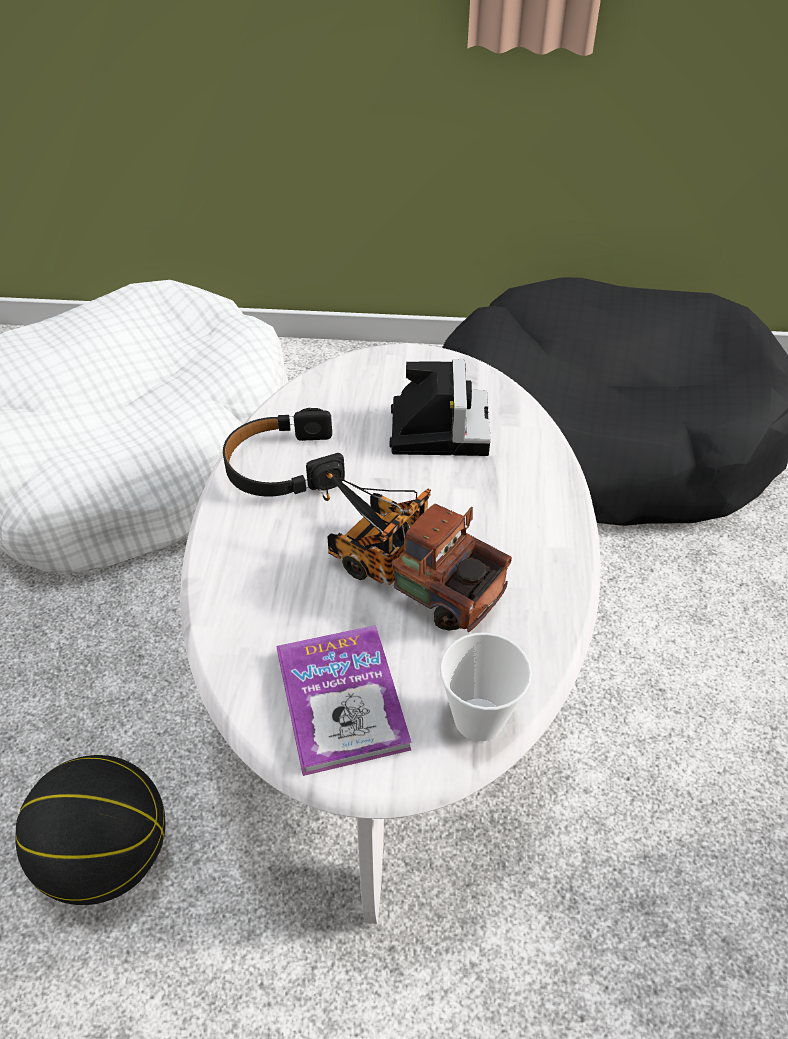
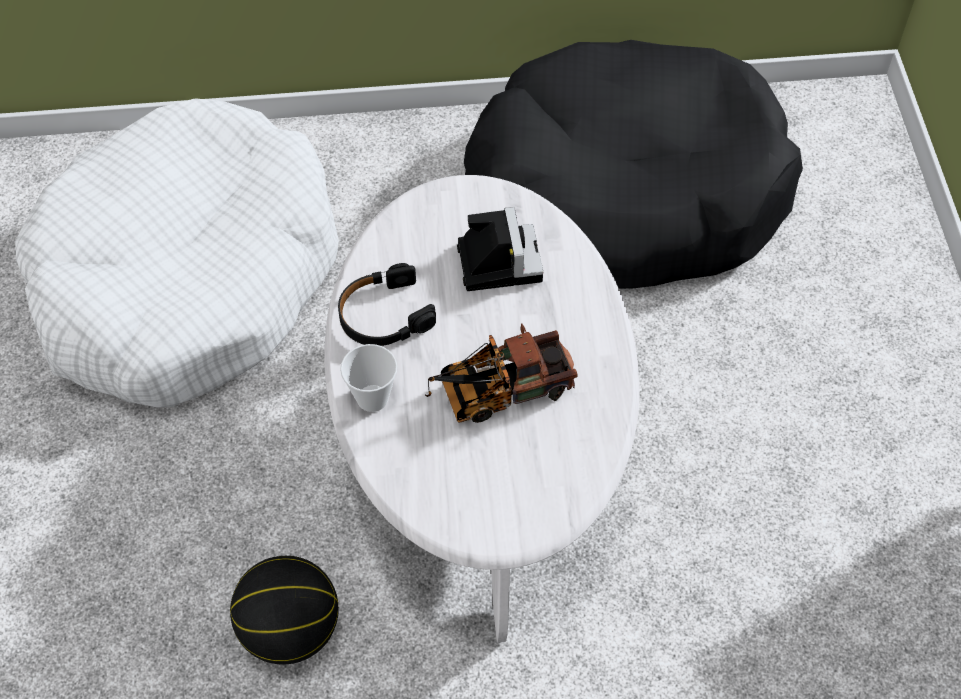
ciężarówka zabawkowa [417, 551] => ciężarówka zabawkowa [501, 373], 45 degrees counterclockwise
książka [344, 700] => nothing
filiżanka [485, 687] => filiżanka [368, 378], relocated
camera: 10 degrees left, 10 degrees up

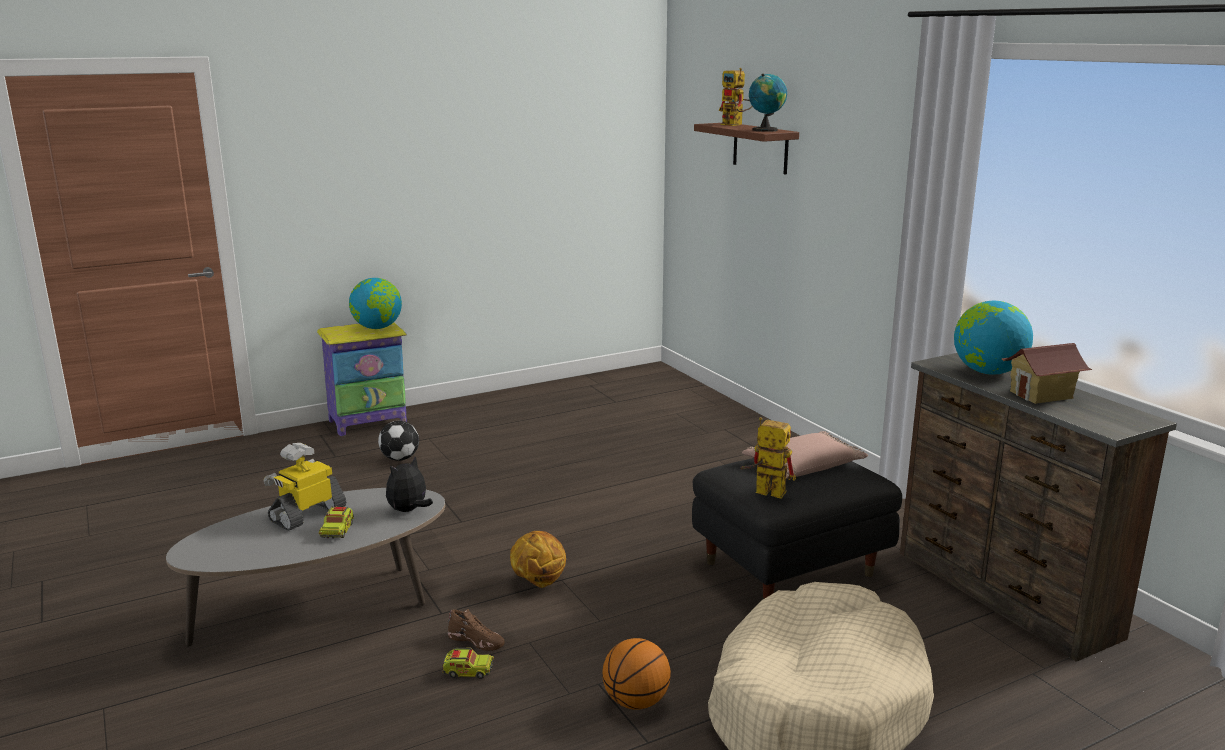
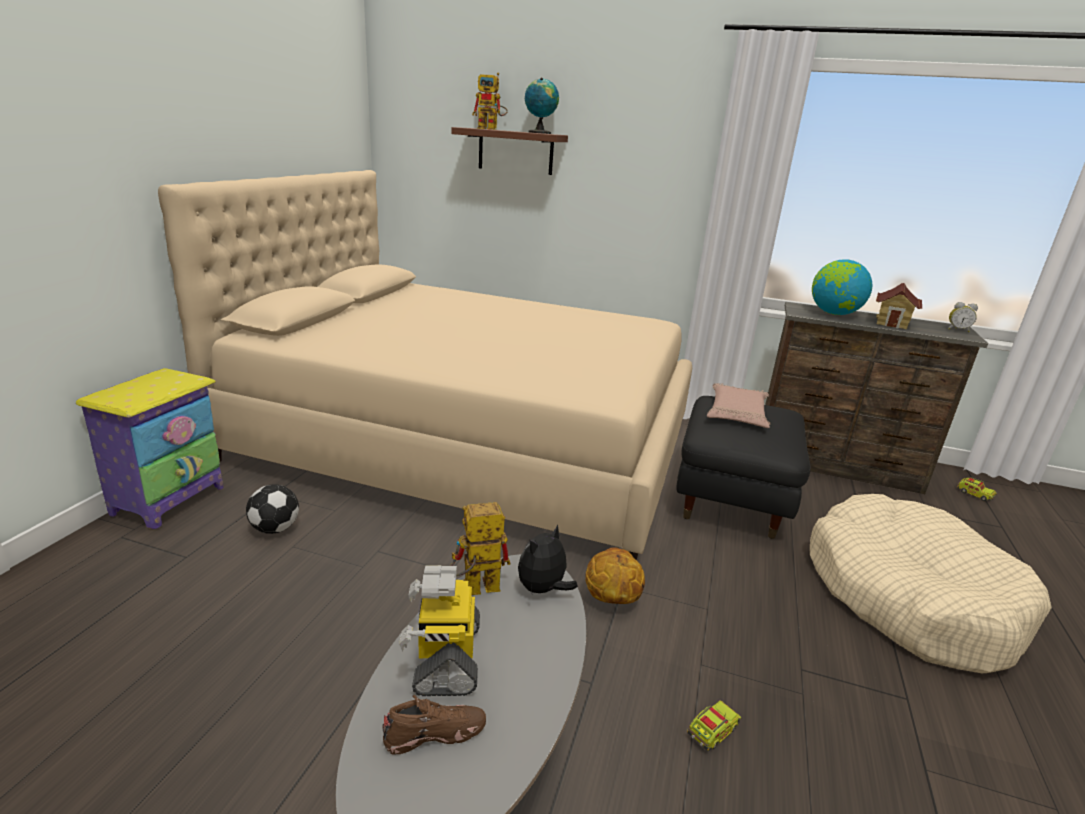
globus [375, 303] => nothing
robot zabawkowy [768, 458] => robot zabawkowy [480, 548], relocated
pluszak [409, 484] => pluszak [548, 558], 45 degrees clockwise
ciężarówka zabawkowa [336, 522] => ciężarówka zabawkowa [977, 489], relocated
but (brązowy) [476, 630] => but (brązowy) [434, 724], relocated
piłka do koszykówki [636, 674] => nothing
nothing => łóżko (beżowy) [425, 365]
nothing => budzik [963, 317]
camera: 45 degrees left, 5 degrees up

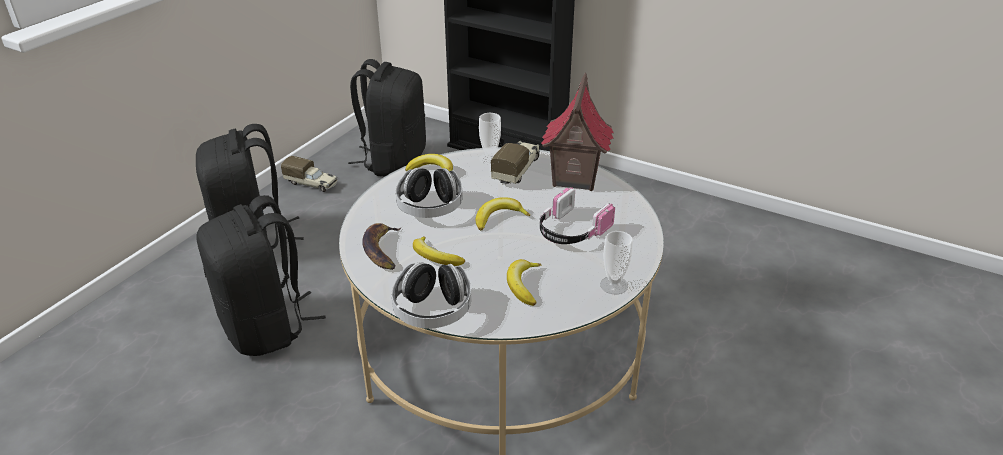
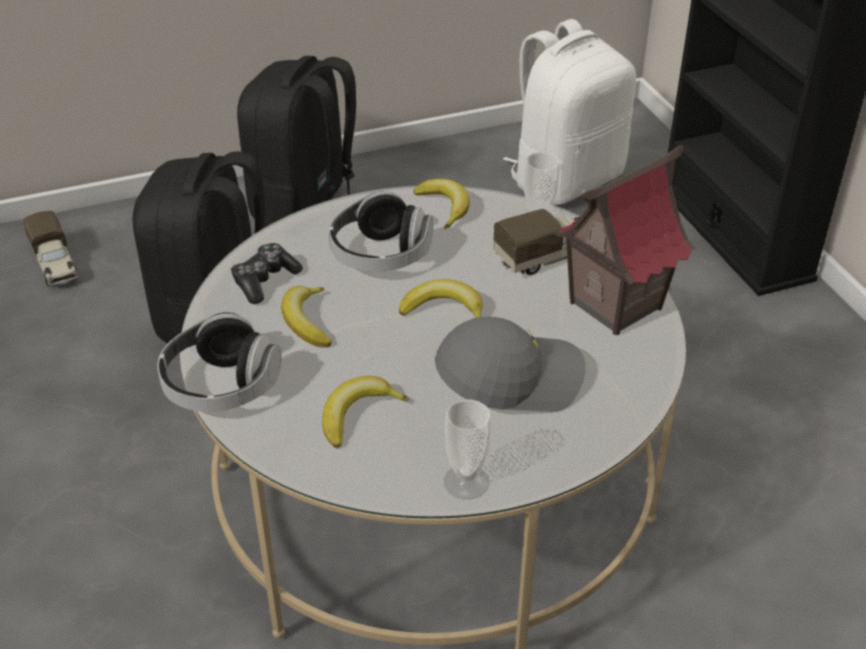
plecak (czarny) [387, 117] => plecak (biały) [569, 112]
ciężarówka zabawkowa [309, 174] => ciężarówka zabawkowa [51, 248], relocated
słuchawki [577, 215] => czapka z daszkiem (szary) [510, 364]
banan [382, 246] => pad do gier [267, 273]
camera: 40 degrees right, 5 degrees up

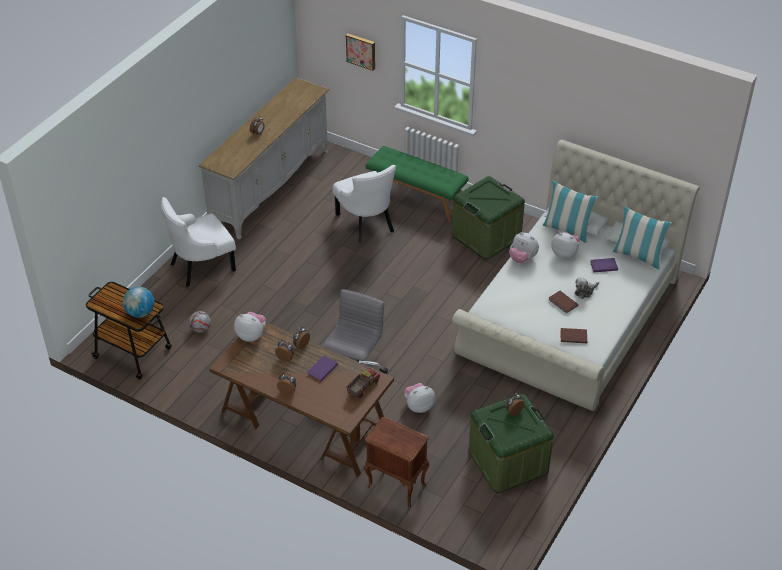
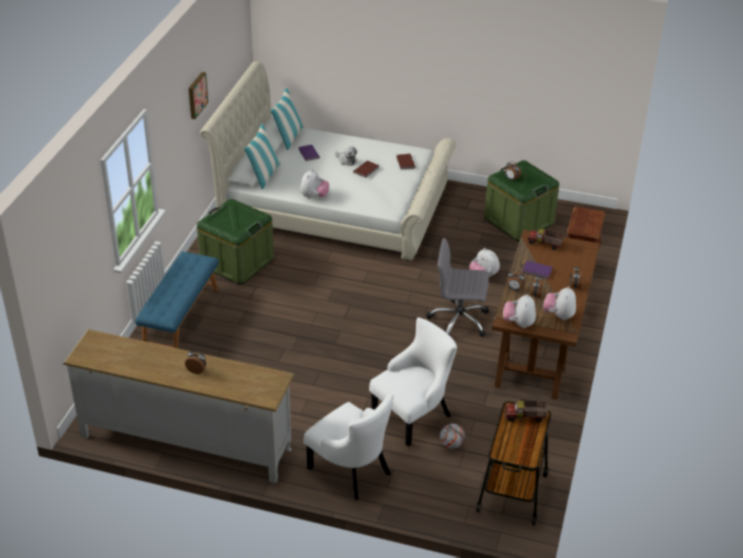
obraz [360, 52] => obraz [198, 95], relocated
ławka (zielony) [417, 183] => ławka (niebieski) [177, 300]
krzesło (biały) [364, 204] => krzesło (biały) [413, 382], relocated
pluszak [565, 245] => pluszak [559, 303], relocated
globus [138, 302] => ciężarówka zabawkowa [527, 412]
camera: 105 degrees left, 5 degrees down

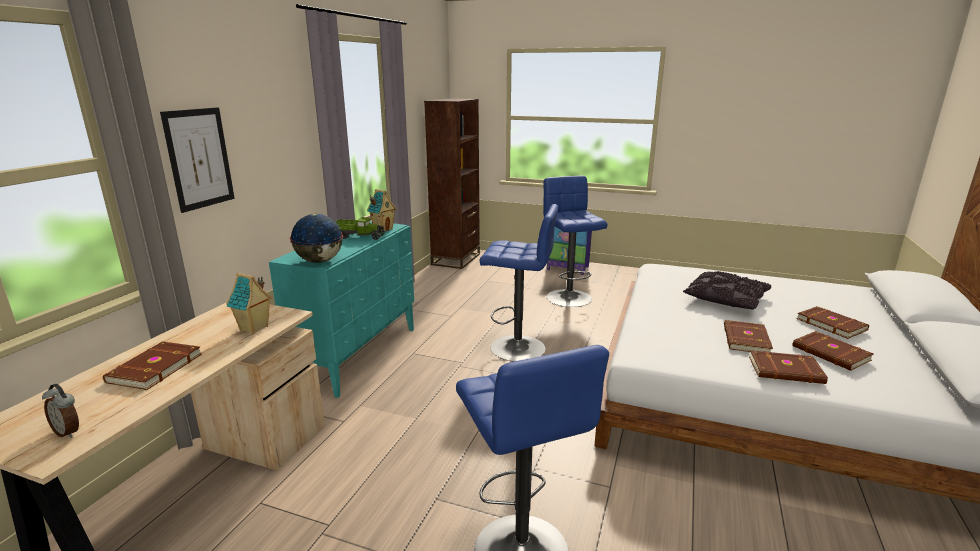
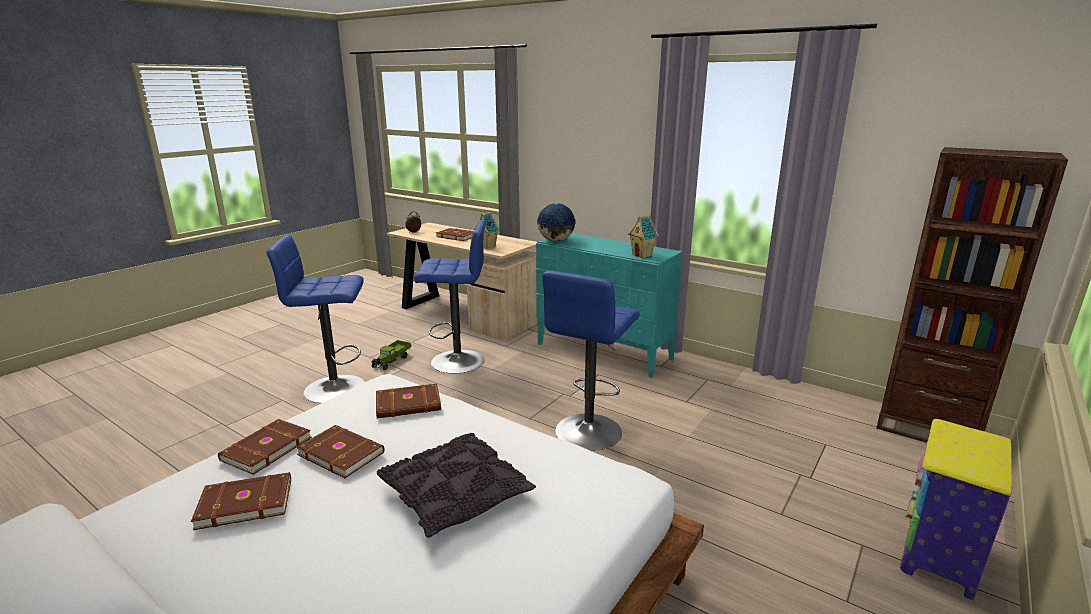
obraz [197, 160] => nothing
stołek (niebieski) [575, 241] => stołek (niebieski) [450, 296], relocated
ciężarówka zabawkowa [360, 228] => ciężarówka zabawkowa [391, 355], relocated
książka (brązowy) [832, 322] => książka (brązowy) [408, 401], relocated
camera: 105 degrees right, 0 degrees up

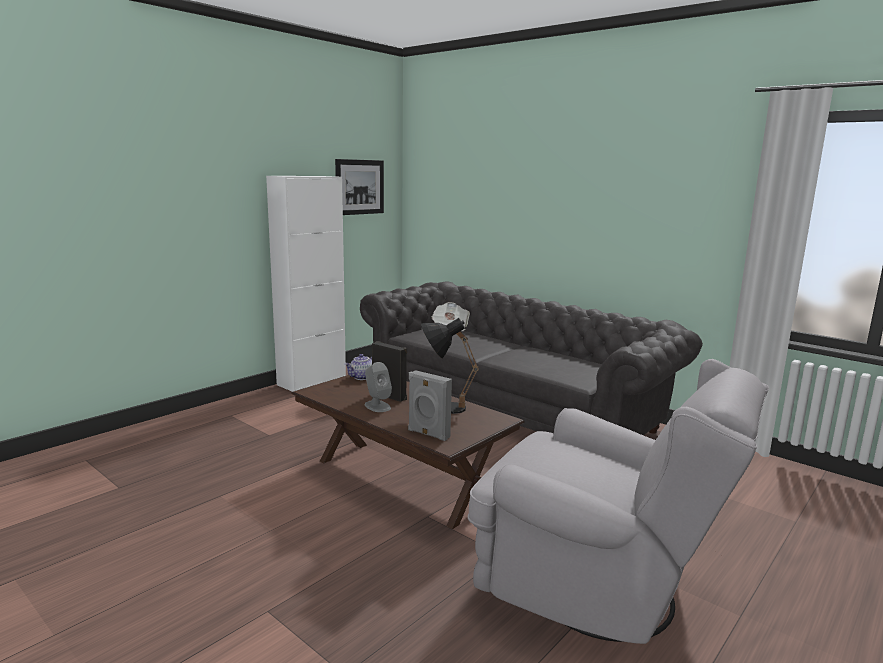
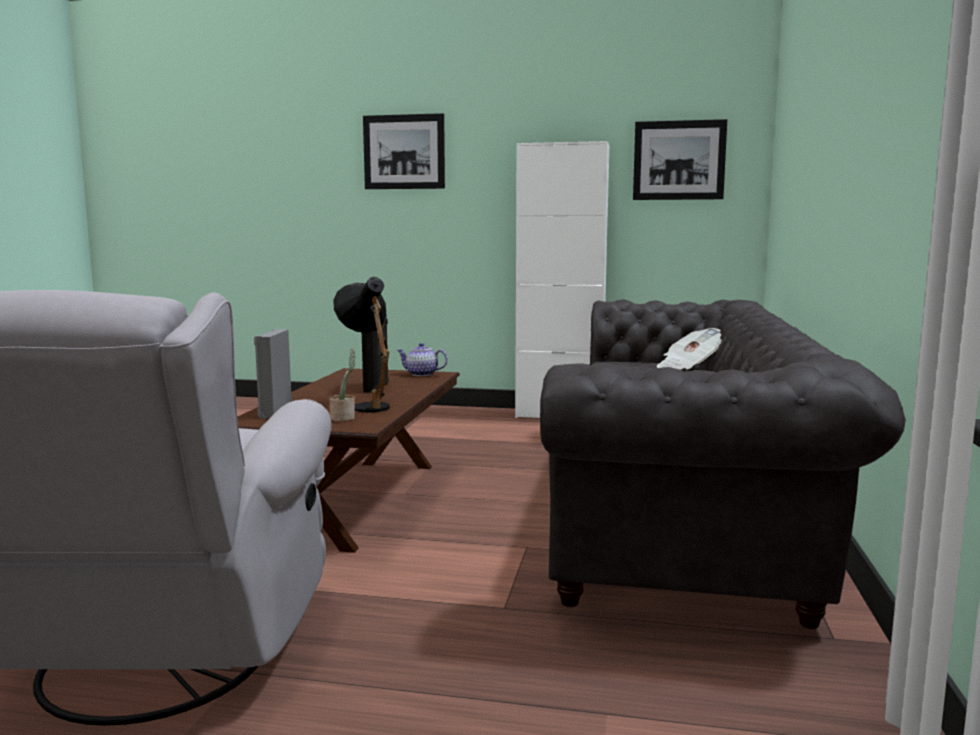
głośnik (szary) [378, 387] => nothing
nothing => obraz [404, 151]
nothing => roślina doniczkowa [342, 384]
camera: 60 degrees right, 5 degrees down

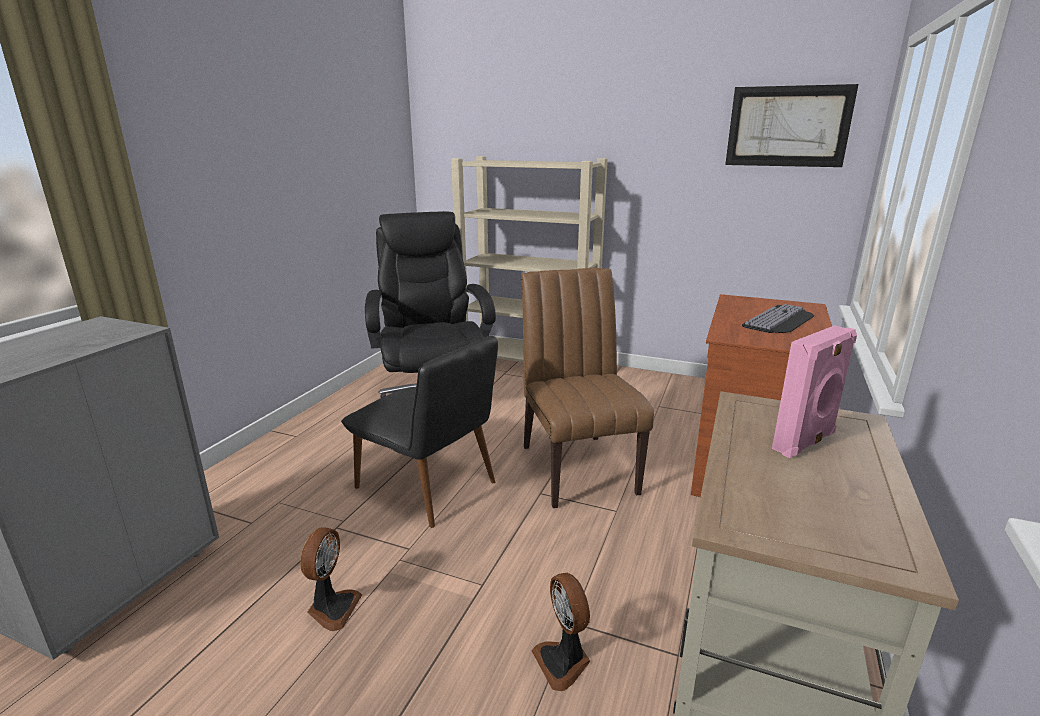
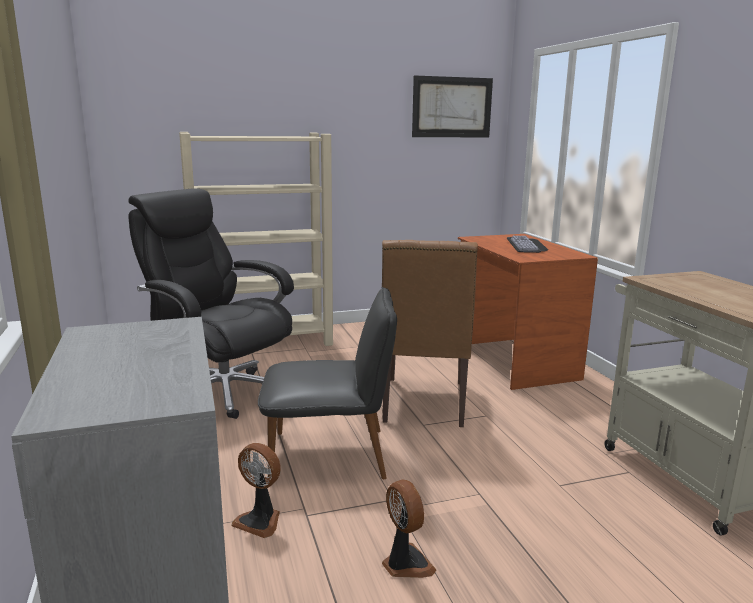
krzesło (brązowy) [587, 388] => krzesło (brązowy) [430, 333], 120 degrees counterclockwise
głośnik (różowy) [814, 391] => nothing
wentylator [560, 632] => wentylator [256, 490], relocated
camera: 40 degrees left, 5 degrees down

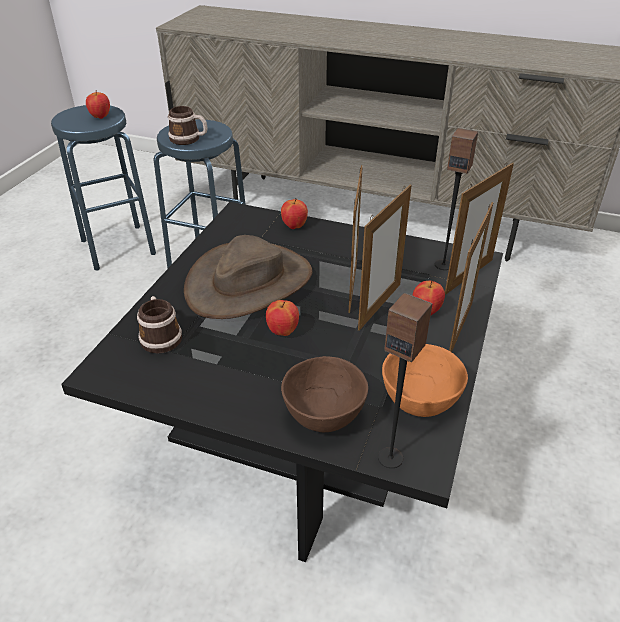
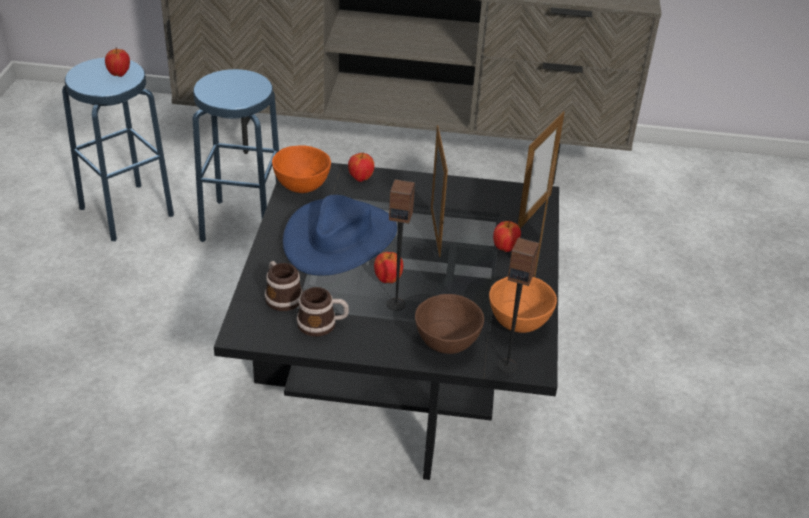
kubek [188, 125] => kubek [323, 312], relocated
głośnik [456, 199] => głośnik [401, 245], relocated
ramka na zdjęcie [384, 257] => nothing
kapelusz (brązowy) [248, 277] => kapelusz (niebieski) [340, 235]
nothing => miska (pomarańczowy) [301, 169]
camera: 15 degrees left, 0 degrees up

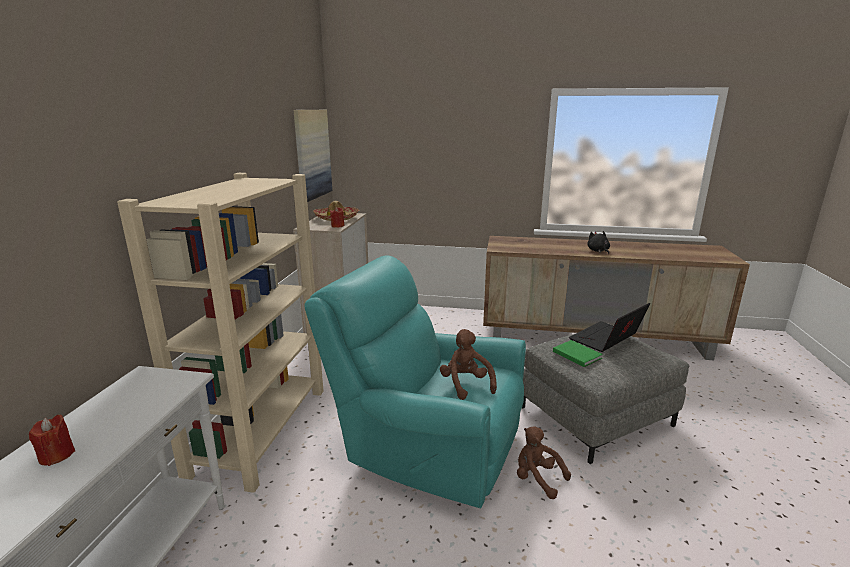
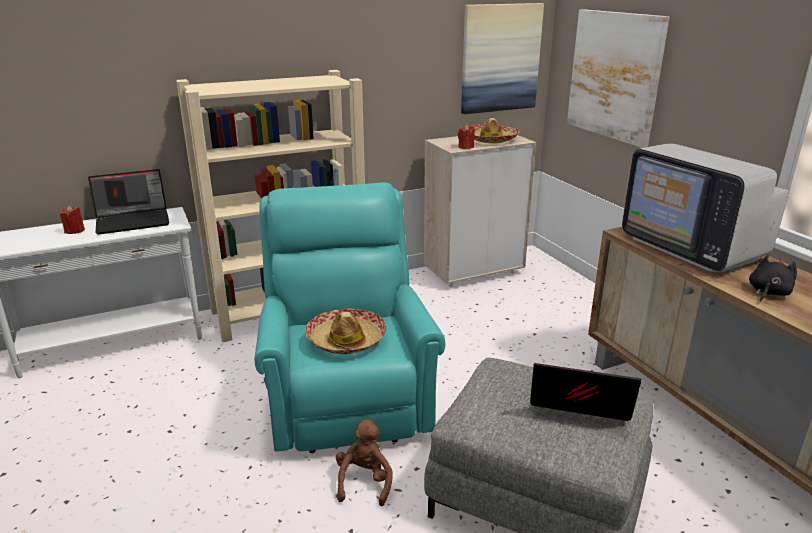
pluszak (brązowy) [468, 364] => kapelusz [345, 331]
książka (zielony) [578, 353] => nothing
nothing => obraz [618, 78]
nothing => telewizor [705, 207]
nothing => laptop [128, 202]
camera: 55 degrees right, 5 degrees up

